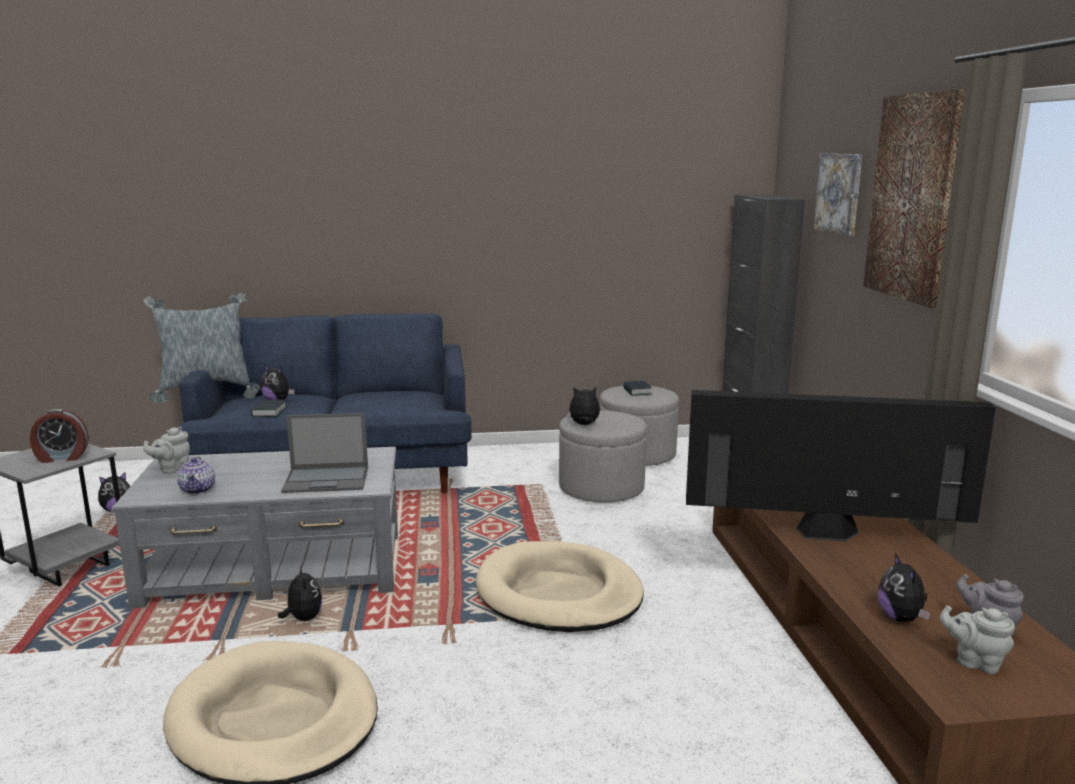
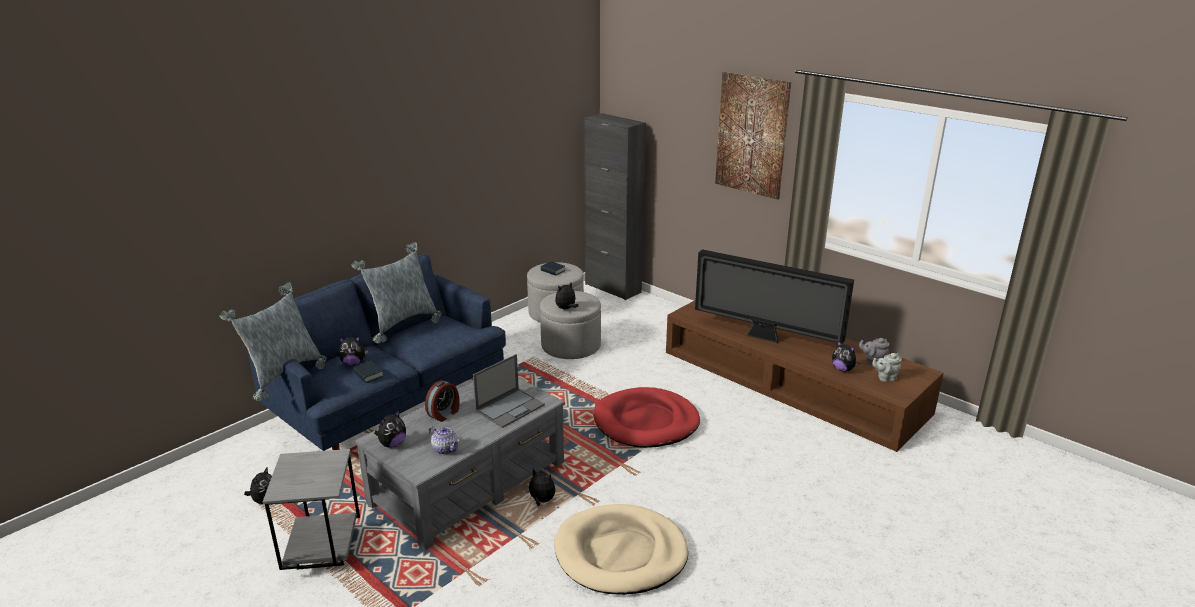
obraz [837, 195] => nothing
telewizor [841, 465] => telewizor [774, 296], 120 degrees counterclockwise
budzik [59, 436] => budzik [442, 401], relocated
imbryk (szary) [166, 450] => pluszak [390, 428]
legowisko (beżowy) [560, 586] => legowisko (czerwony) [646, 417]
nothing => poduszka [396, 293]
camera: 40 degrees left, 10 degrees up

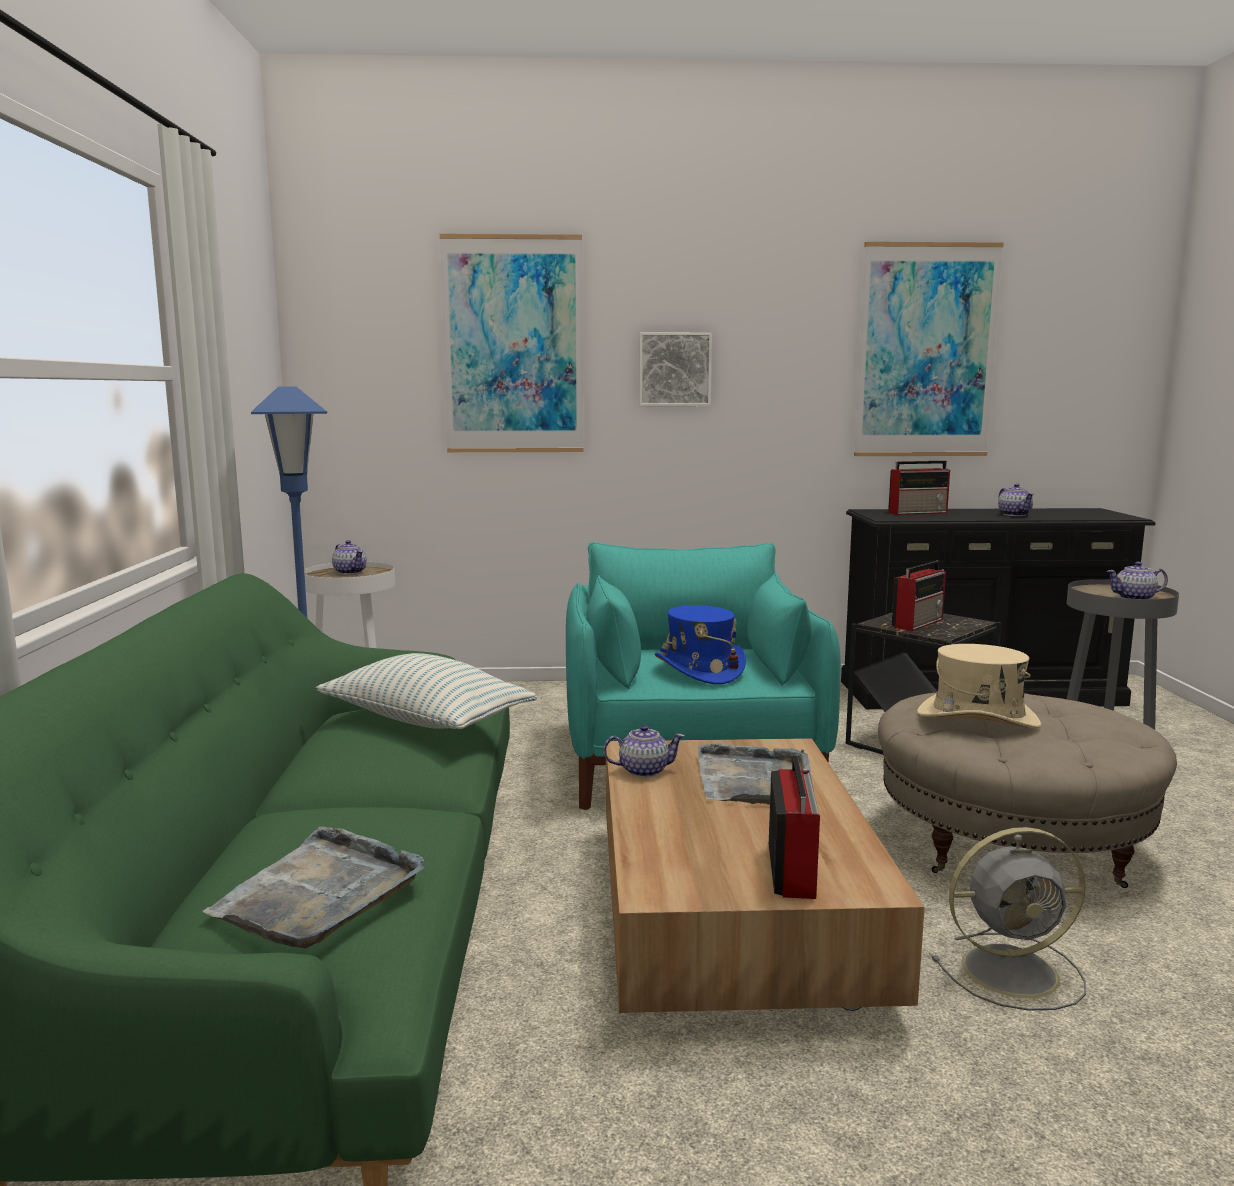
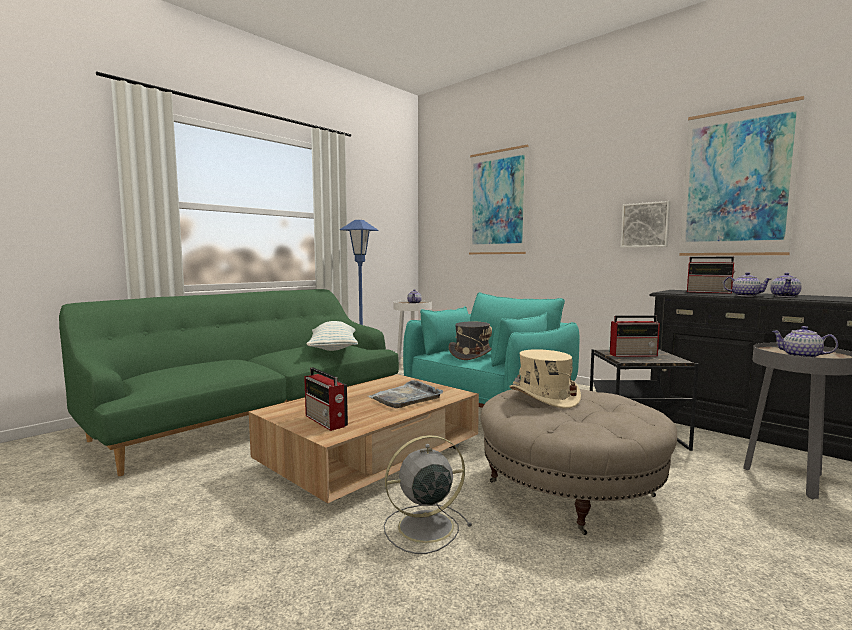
obraz [675, 369] => obraz [646, 224], relocated
kapelusz (niebieski) [700, 644] => kapelusz (szary) [470, 340]
imbryk [644, 751] => imbryk [747, 284], relocated
radio [794, 827] => radio [326, 399], 90 degrees clockwise
taca (szary) [313, 888] => nothing
wentylator (szary) [1009, 919] => wentylator (szary) [428, 494], 120 degrees clockwise
camera: 45 degrees right, 5 degrees down

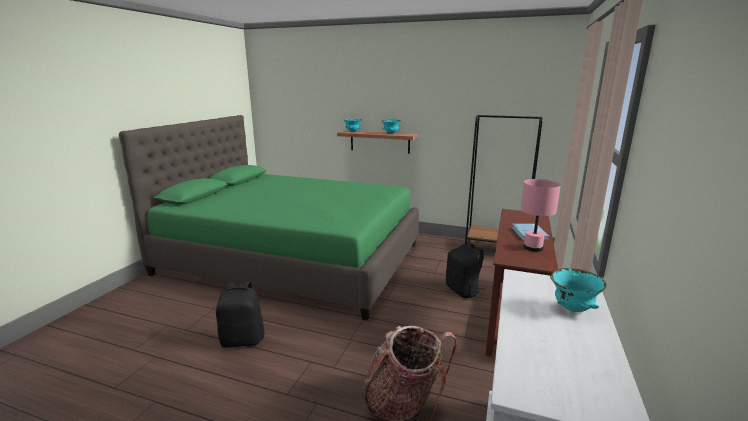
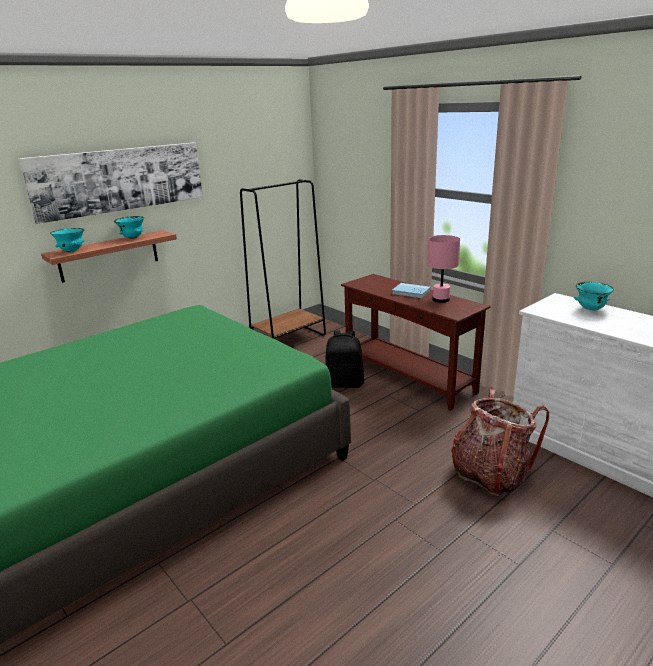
plecak (czarny) [240, 314] => nothing
nothing => obraz [111, 183]
camera: 60 degrees left, 5 degrees up

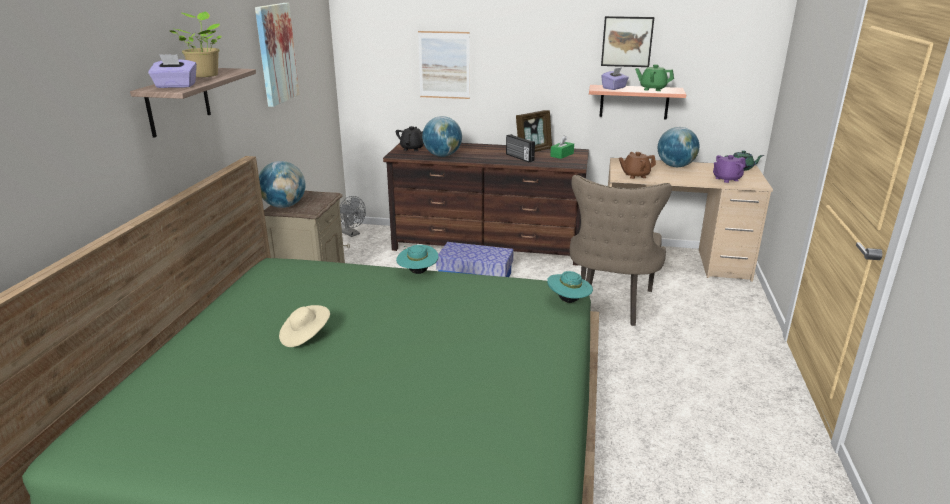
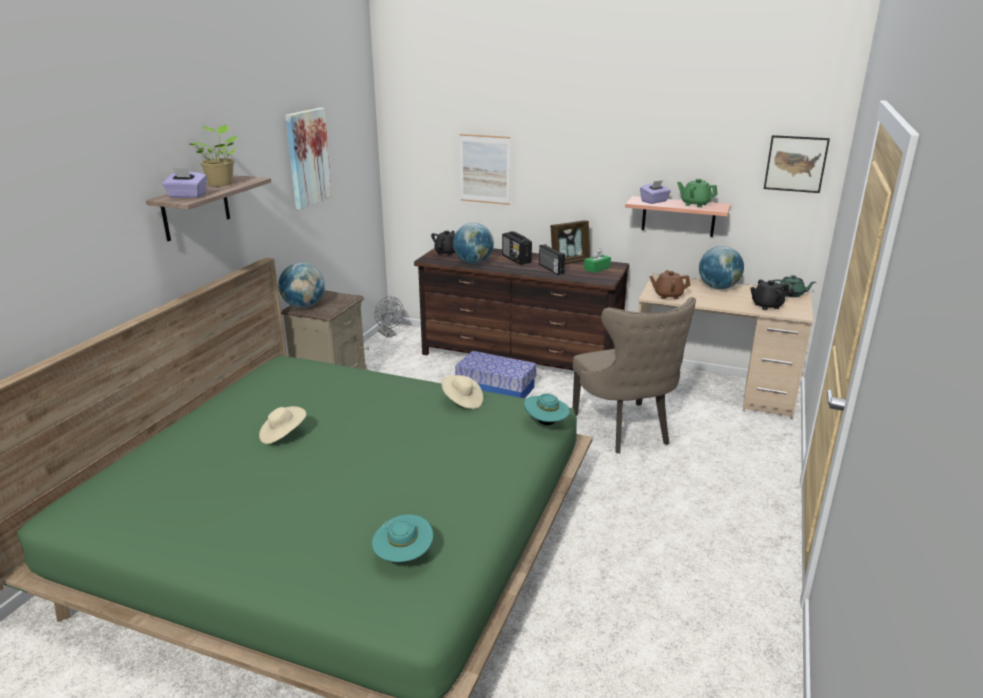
obraz [628, 41] => obraz [797, 164], relocated
imbryk (fioletowy) [729, 169] => imbryk (czarny) [769, 294]
krzesło (beżowy) [621, 250] => krzesło (beżowy) [634, 375], 45 degrees counterclockwise
kapelusz (turkusowy) [417, 259] => kapelusz (turkusowy) [402, 538], relocated
nothing => radio [517, 248]
nothing => kapelusz (beżowy) [462, 392]
camera: 10 degrees right, 0 degrees up

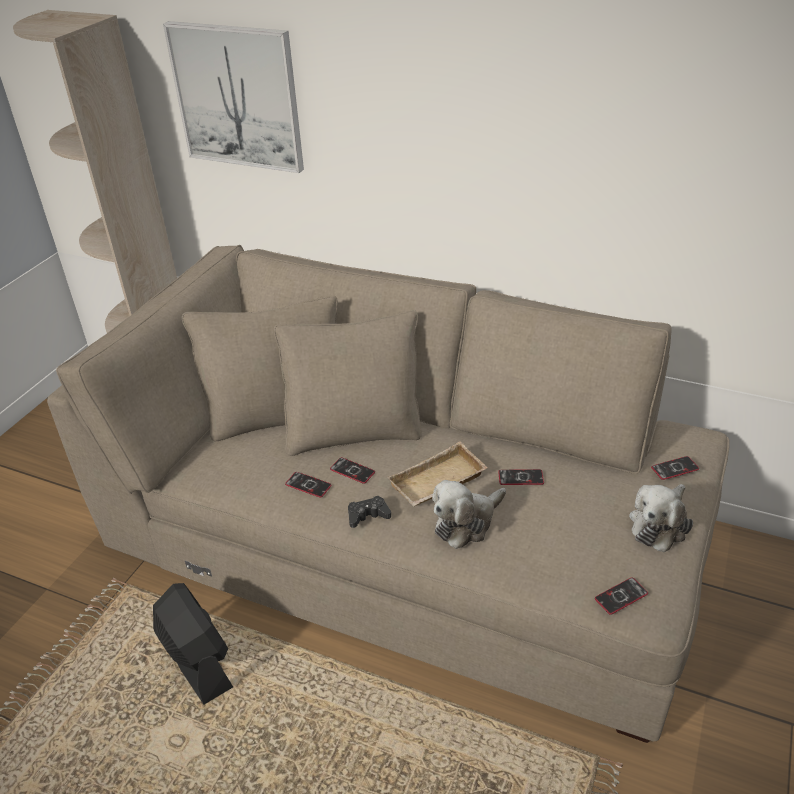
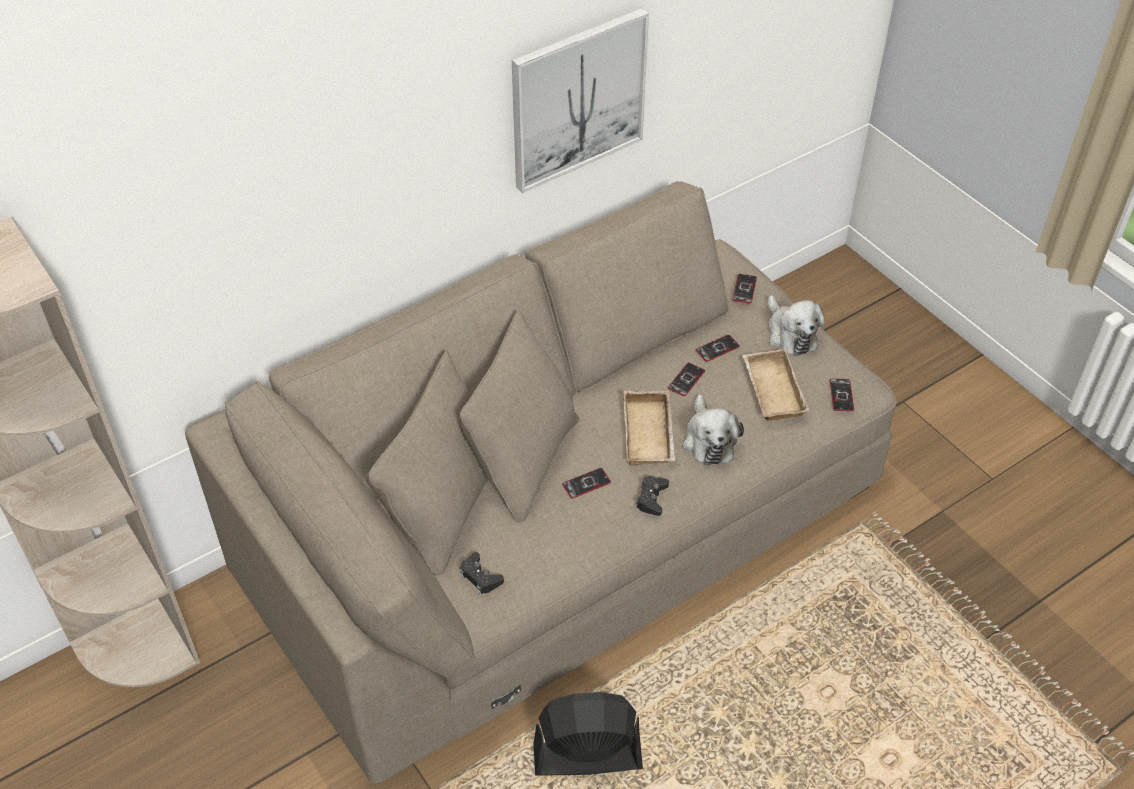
obraz [233, 97] => obraz [580, 100], relocated
telefon [308, 485] => telefon [718, 348], relocated
nothing => taca (beżowy) [775, 385]
nothing => pad do gier (czarny) [482, 573]
camera: 60 degrees left, 10 degrees up

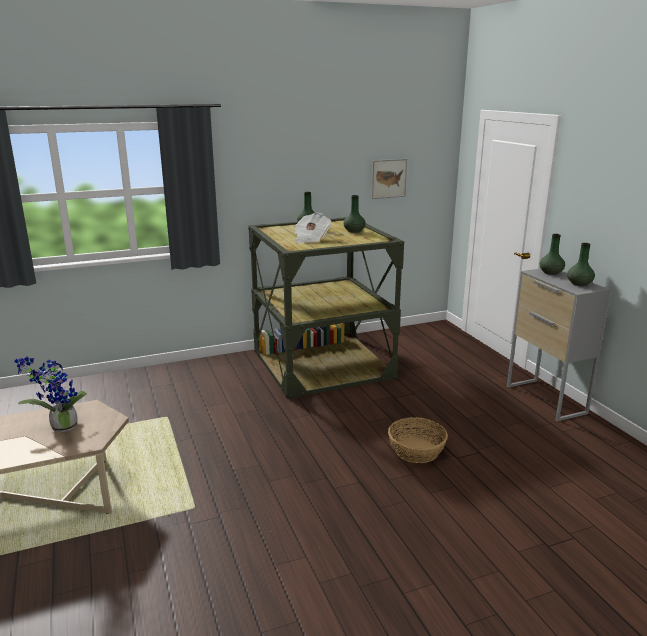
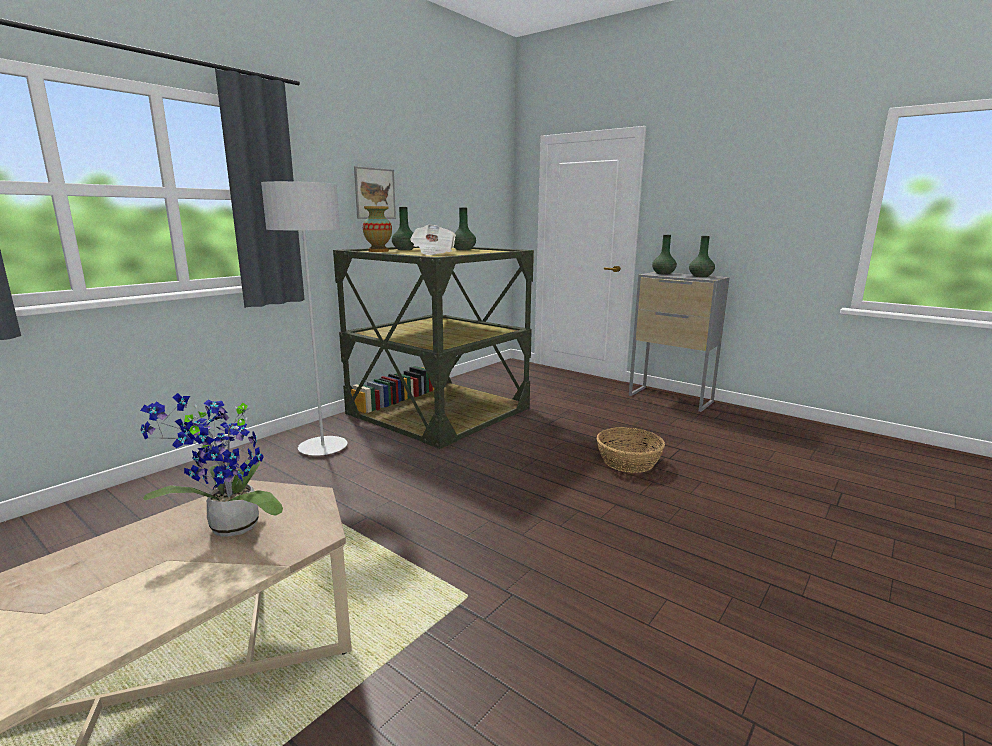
obraz [389, 179] => obraz [375, 192], relocated
nothing => lampa stojąca (szary) [304, 318]
nothing => wazon [377, 229]
camera: 30 degrees left, 5 degrees down

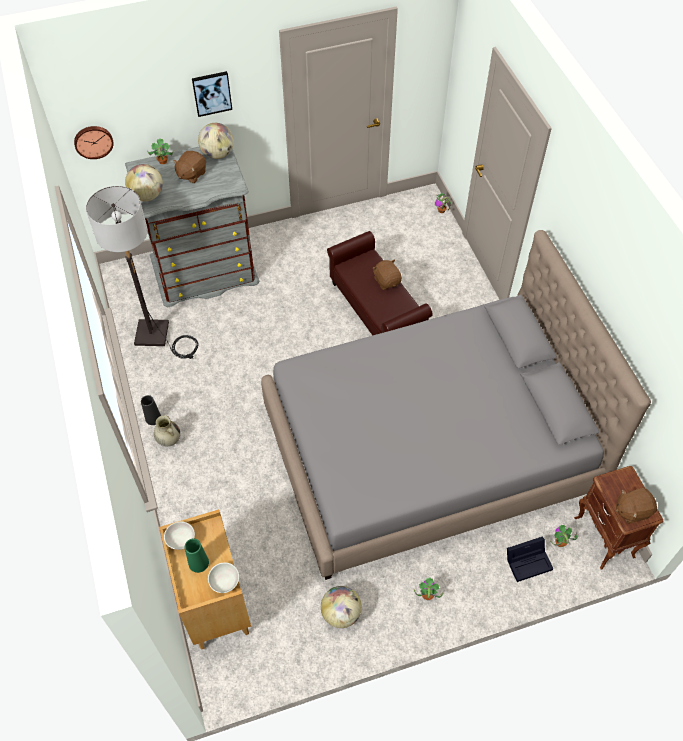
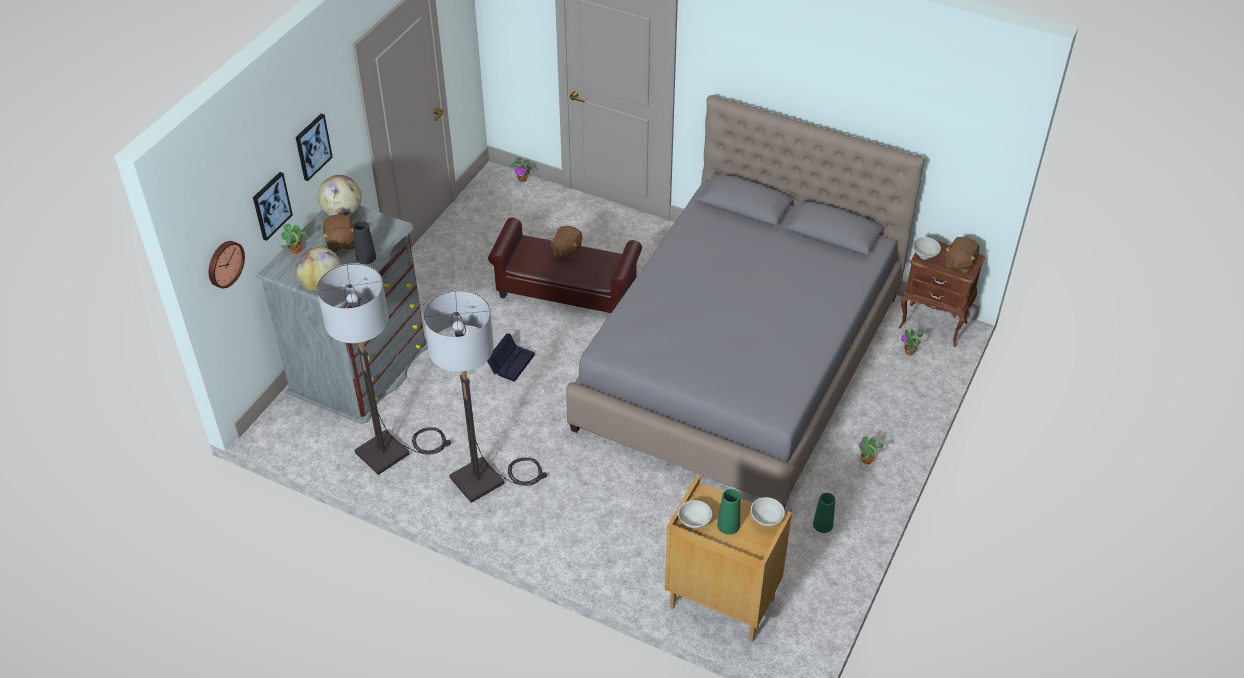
pluszak (brązowy) [387, 274] => pluszak (brązowy) [566, 243], 90 degrees counterclockwise
wazon (czarny) [151, 410] => wazon (czarny) [364, 242], relocated
wazon (beżowy) [167, 430] => nothing
pojemnik do przechowywania (czarny) [530, 559] => pojemnik do przechowywania (czarny) [510, 357], relocated
globus [341, 607] => wazon (zielony) [824, 512]
nothing => obraz [273, 206]
nothing => miska (biały) [927, 248]
nothing => lampa stojąca [485, 396]
camera: 45 degrees left, 10 degrees down

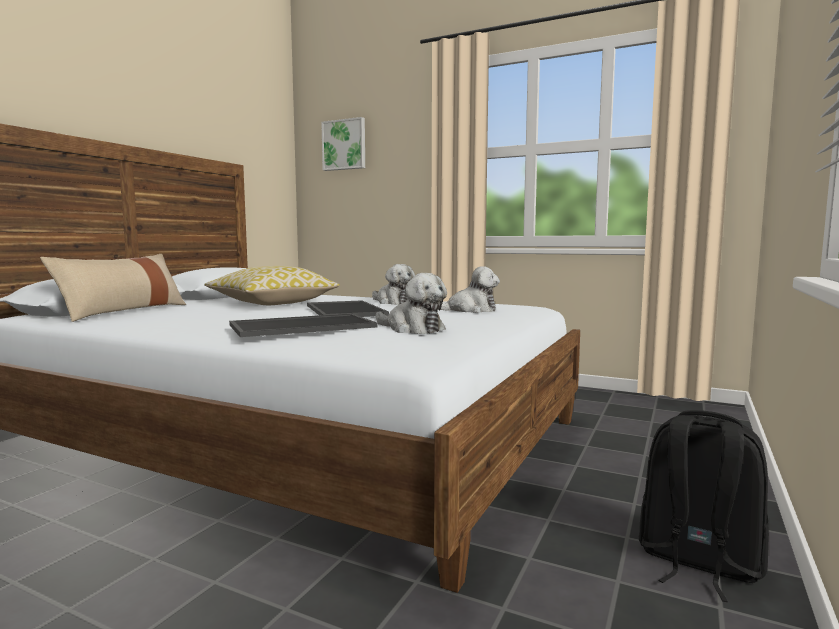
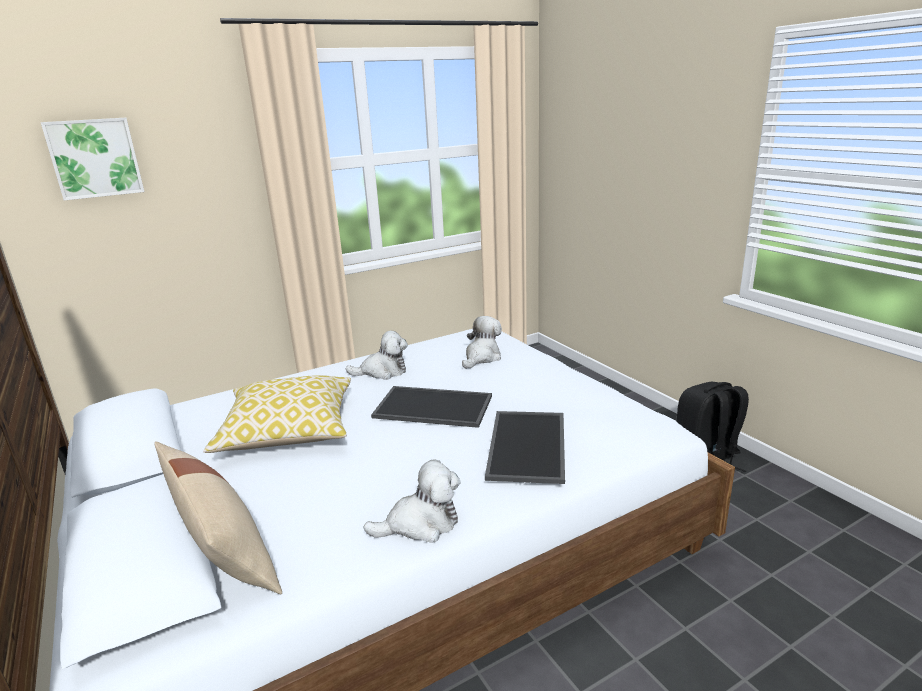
pluszak [411, 303] => pluszak [412, 501], relocated
camera: 55 degrees left, 15 degrees up

